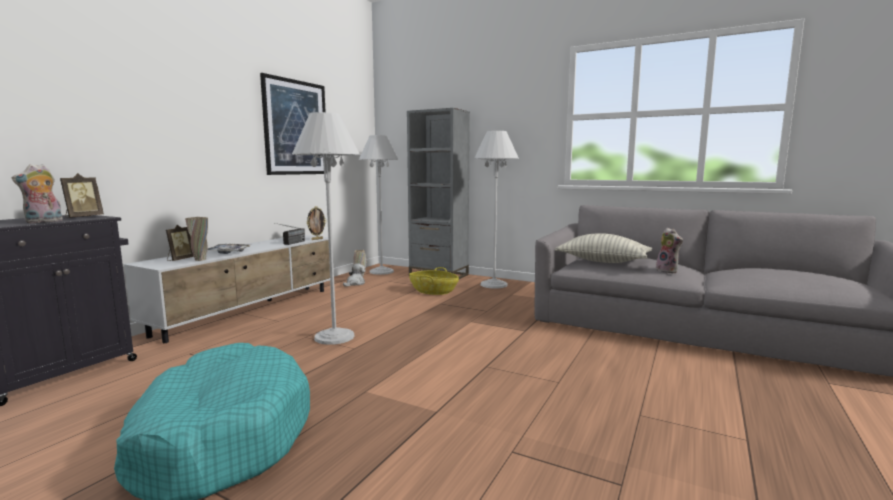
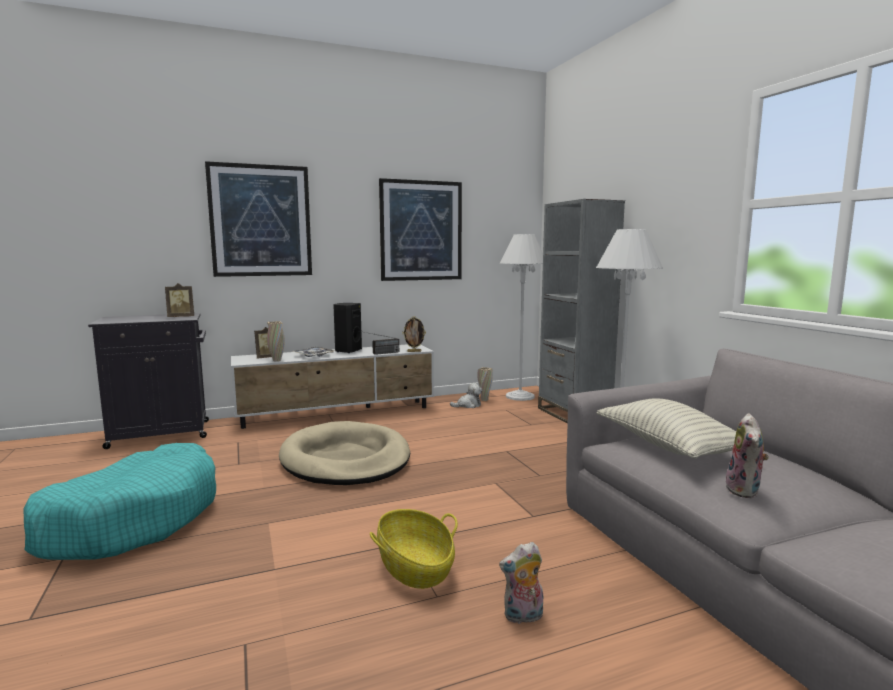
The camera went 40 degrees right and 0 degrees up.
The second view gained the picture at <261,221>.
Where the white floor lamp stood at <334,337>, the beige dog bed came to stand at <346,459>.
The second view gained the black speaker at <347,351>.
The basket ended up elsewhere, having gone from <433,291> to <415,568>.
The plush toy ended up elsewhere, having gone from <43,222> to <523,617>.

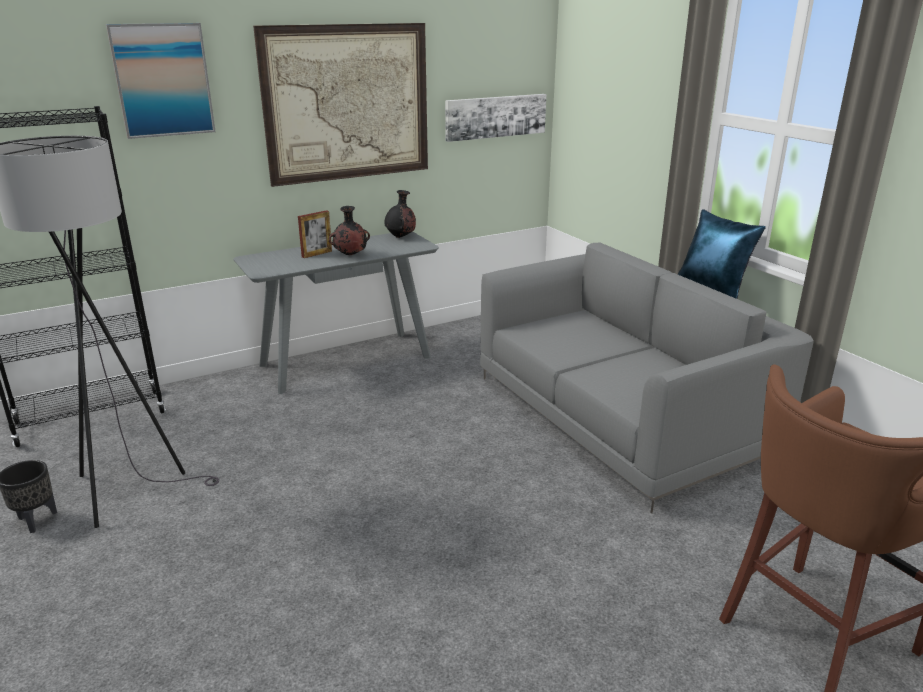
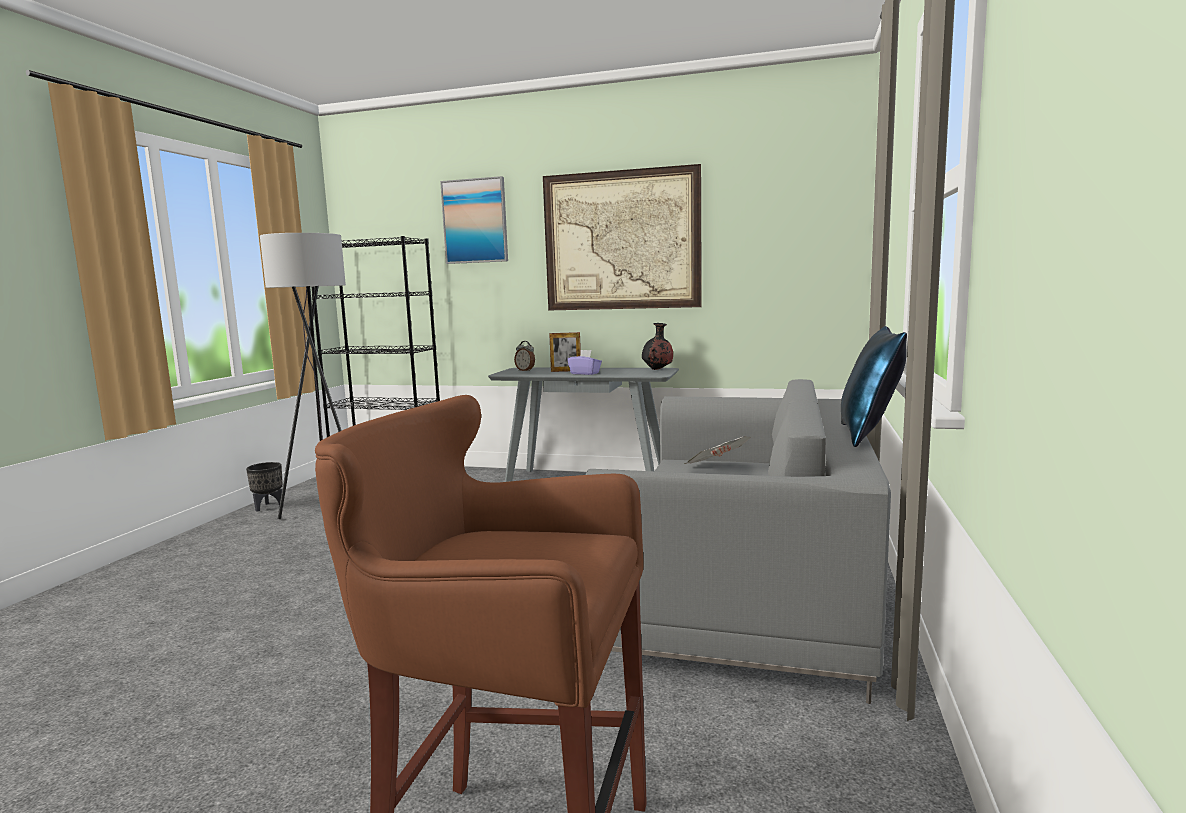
The camera went 45 degrees right and 15 degrees down.
The second view gained the alarm clock at <525,370>.
Where the black vase stood at <350,255>, the purple tissue box came to stand at <585,373>.
The second view gained the newspaper at <716,468>.
The second view lost the picture at <495,116>.

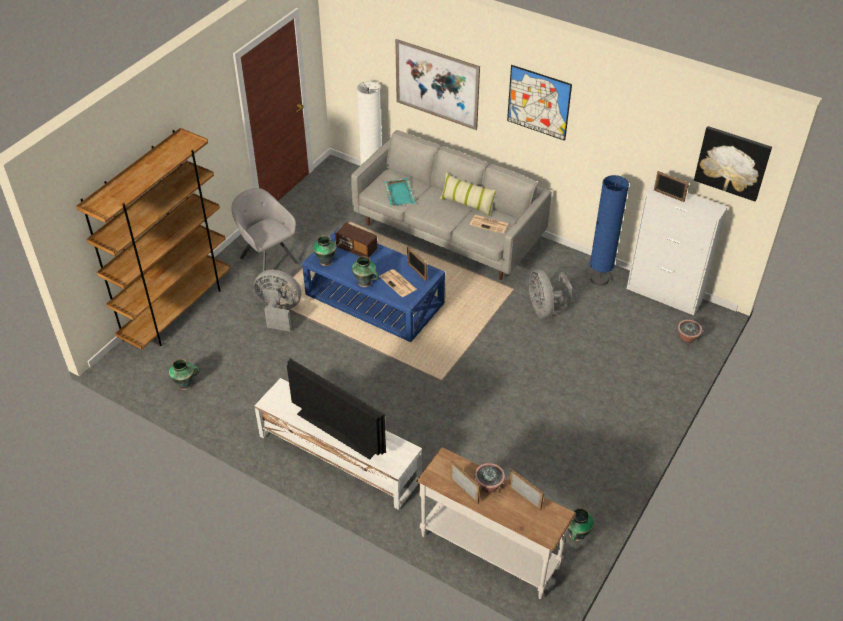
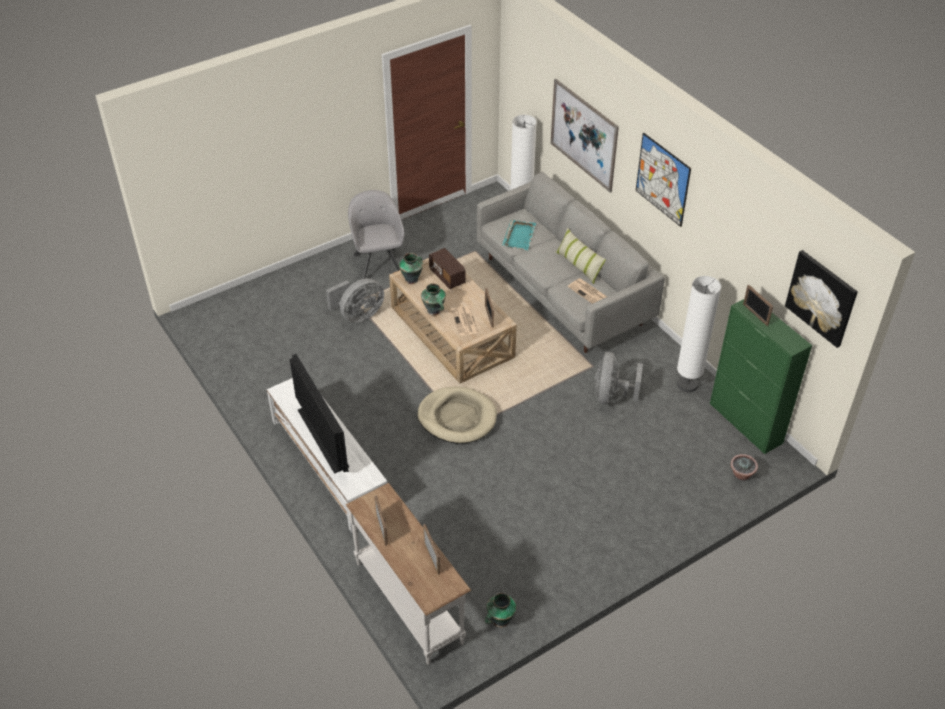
The camera went 25 degrees right and 0 degrees up.
The grey fan at <279,312> ended up facing another way, 105 degrees clockwise from before.
What was the blue coffee table at <375,298> turned into the beige coffee table at <452,331>.
The second view gained the beige dog bed at <457,418>.
What was the blue floor lamp at <599,279> turned into the white floor lamp at <687,385>.
What was the white cabinet at <664,295> turned into the green cabinet at <746,423>.
The second view lost the brown bookcase at <177,310>.
The second view lost the vase at <185,384>.
The second view lost the potted plant at <488,486>.

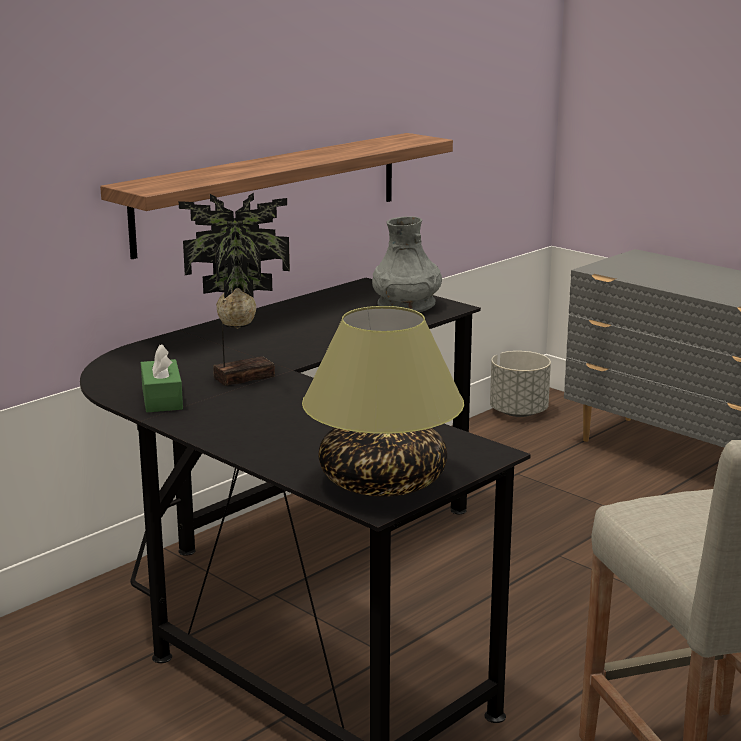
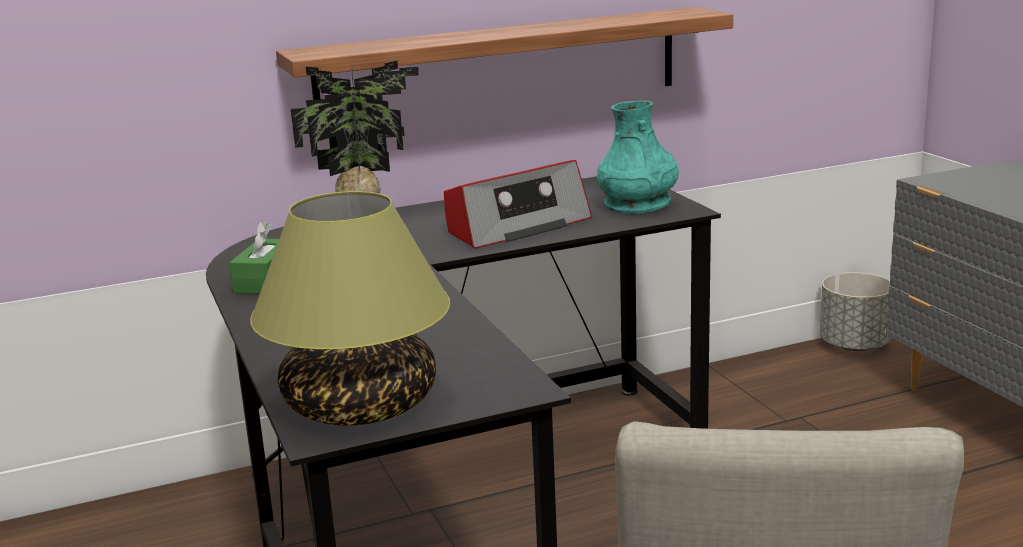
The camera went 25 degrees right and 0 degrees up.
The second view gained the radio at <516,226>.
What was the grey vase at <406,305> turned into the turquoise vase at <637,204>.

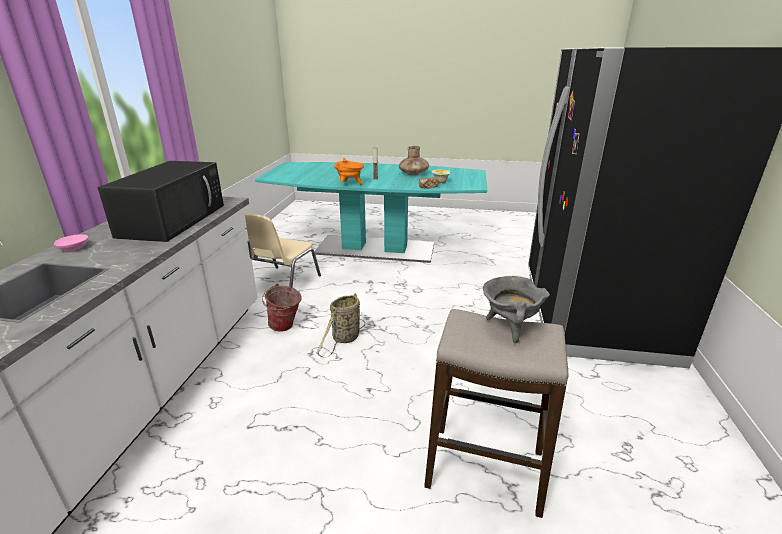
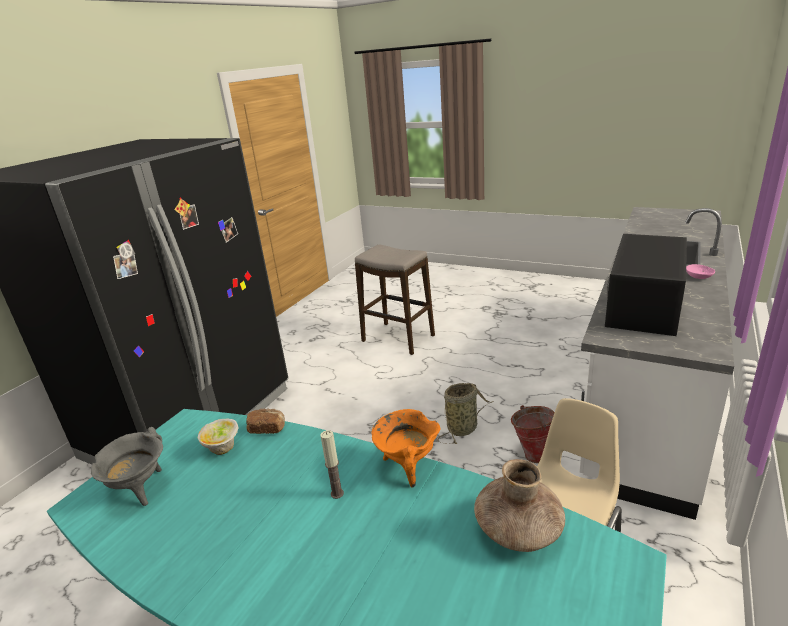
The camera went 160 degrees left and 0 degrees up.
The grey cooking pot ended up elsewhere, having gone from <509,327> to <140,489>.
The brown vase ended up elsewhere, having gone from <413,174> to <518,529>.

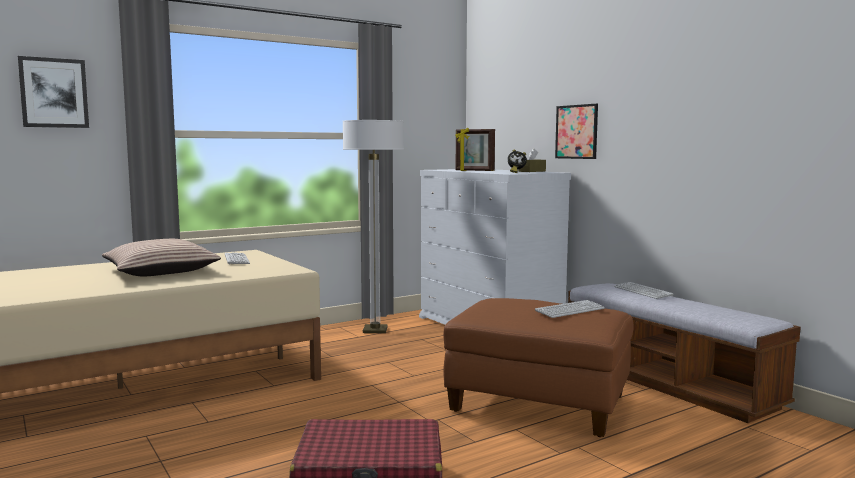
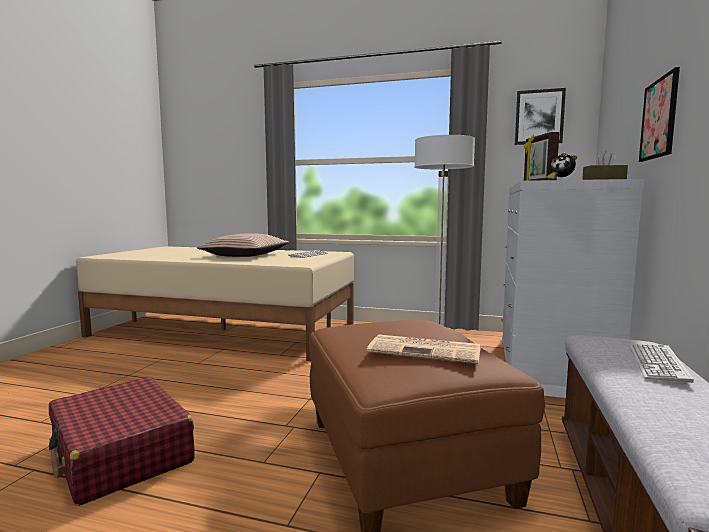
The camera went 50 degrees right and 0 degrees up.
Where the keyboard stood at <570,310>, the newspaper came to stand at <426,350>.
The picture ended up elsewhere, having gone from <54,93> to <539,117>.

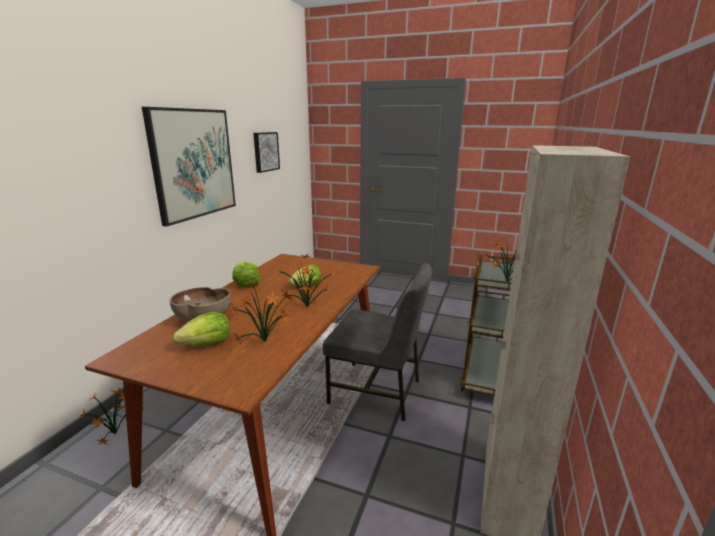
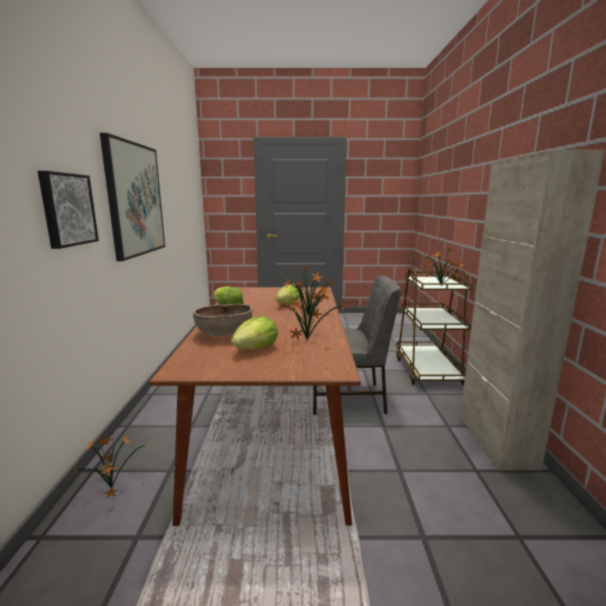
The camera went 20 degrees left and 5 degrees down.
The picture ended up elsewhere, having gone from <265,151> to <67,209>.

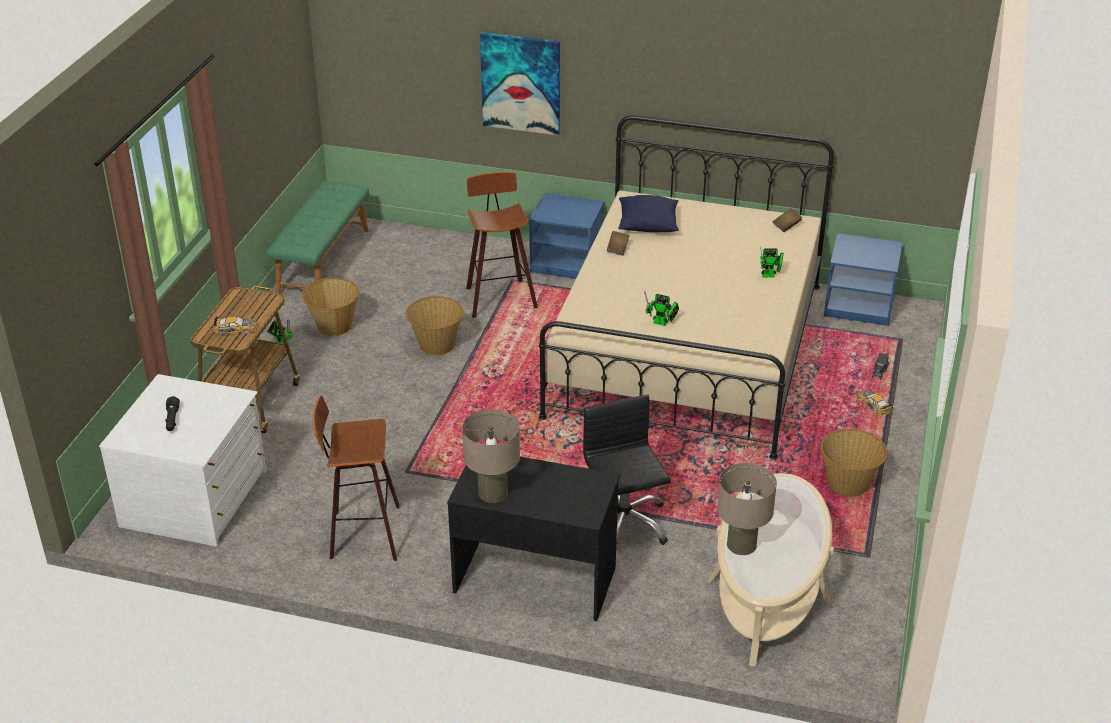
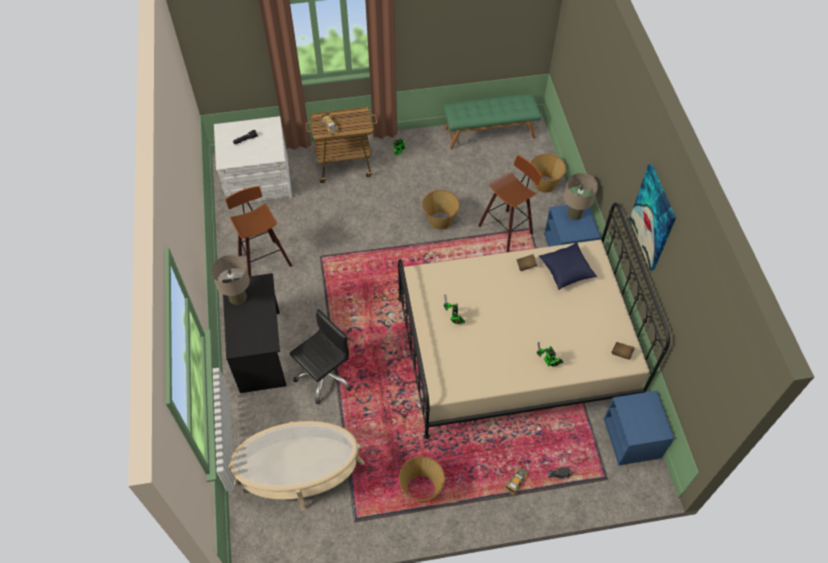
The camera went 65 degrees right and 20 degrees up.
The basket ended up elsewhere, having gone from <333,326> to <544,184>.
The beige table lamp ended up elsewhere, having gone from <741,545> to <574,213>.
The picture ended up elsewhere, having gone from <521,83> to <653,218>.

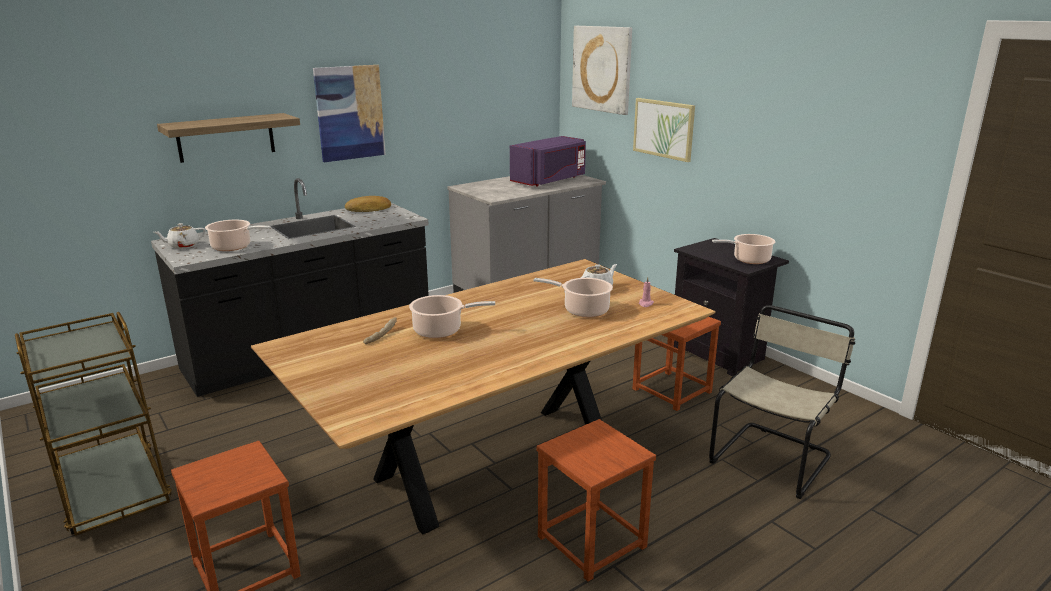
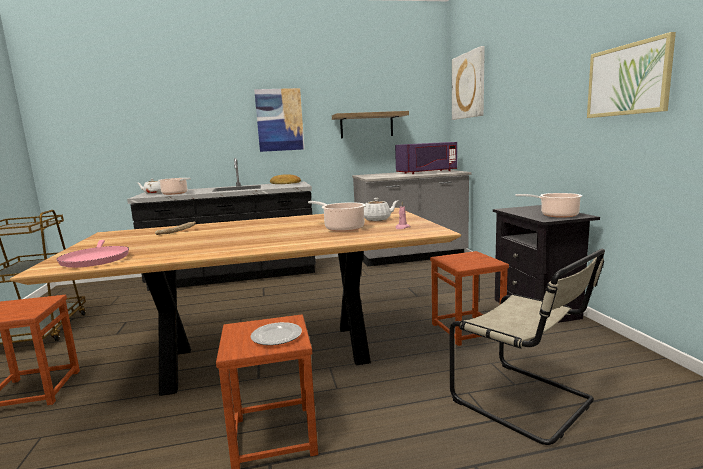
The camera went 25 degrees right and 10 degrees down.
The second view gained the pink frying pan at <95,259>.
The second view gained the plate at <277,336>.
The shelf ended up elsewhere, having gone from <226,137> to <366,125>.
The beige chair at <772,457> ended up facing another way, 75 degrees clockwise from before.
The picture ended up elsewhere, having gone from <664,129> to <628,80>.
The second view lost the cooking pot at <441,330>.

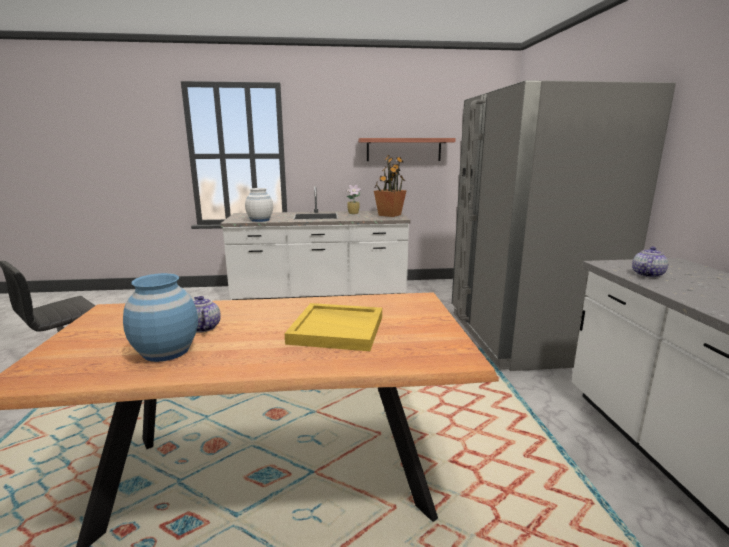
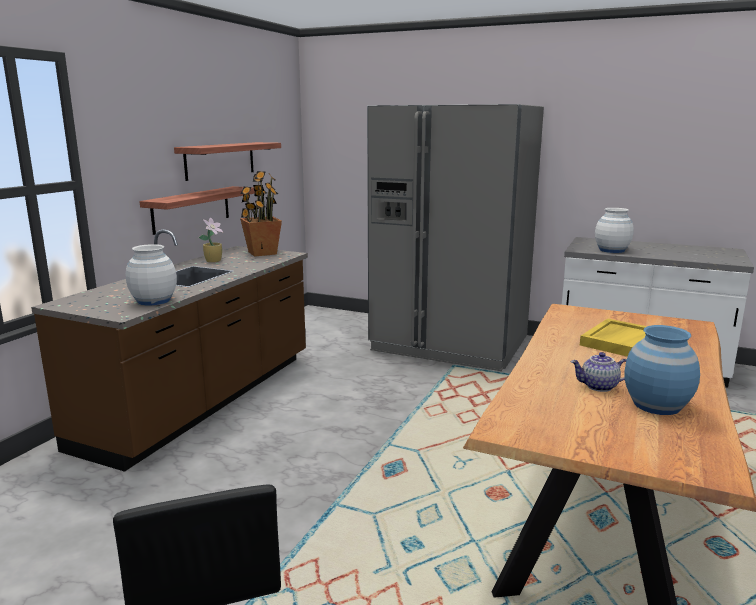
The camera went 60 degrees left and 0 degrees up.
What was the white counter at <320,296> turned into the brown counter at <203,399>.
The second view gained the shelf at <191,209>.
Where the teapot stood at <647,274>, the white vase came to stand at <612,250>.

